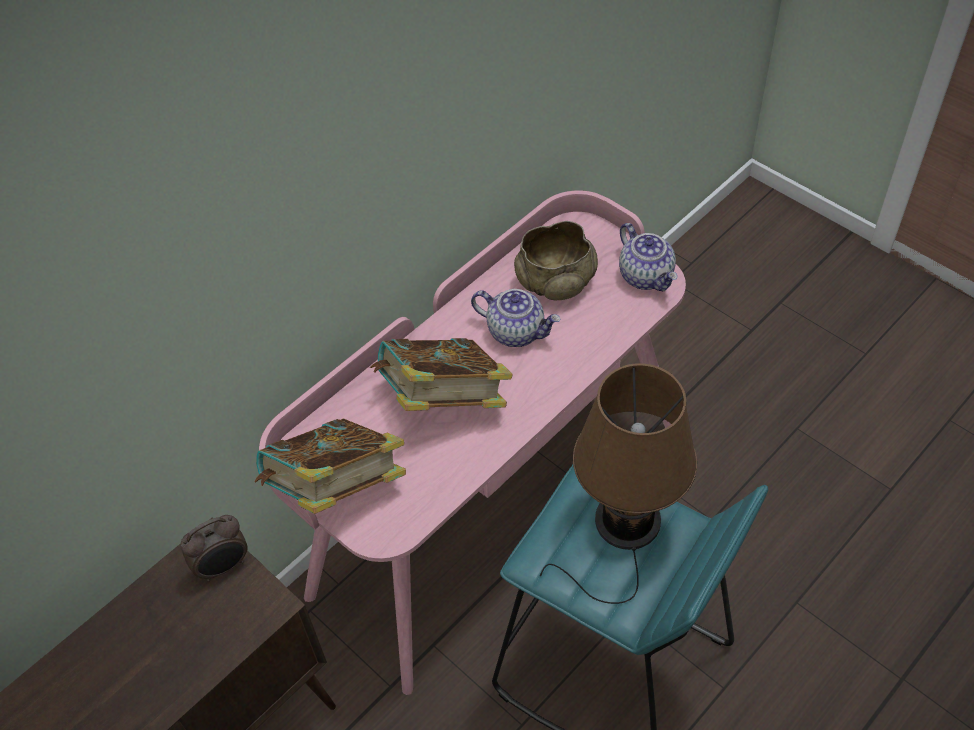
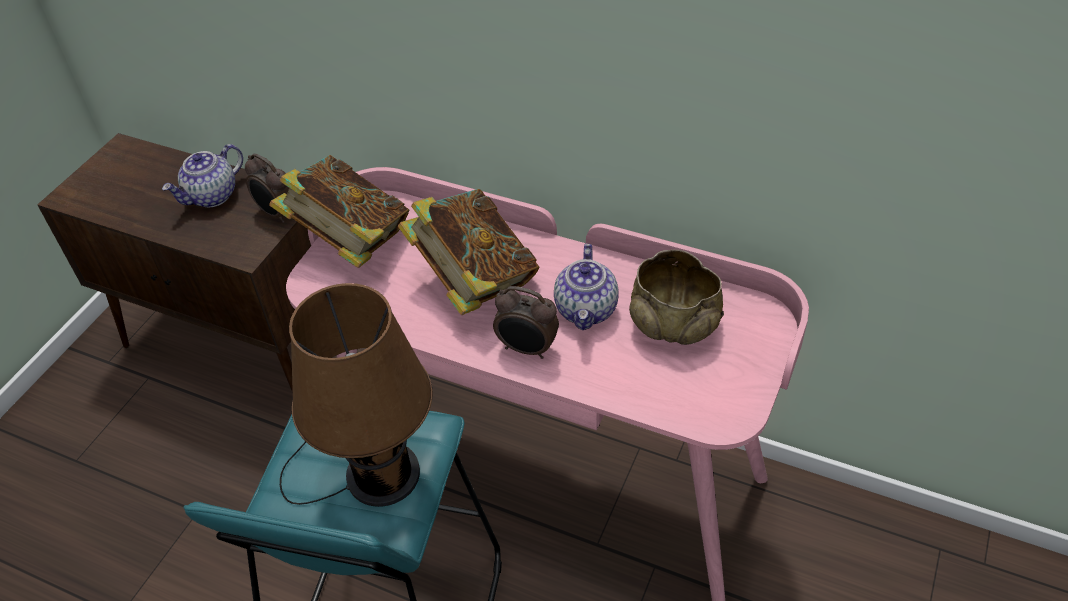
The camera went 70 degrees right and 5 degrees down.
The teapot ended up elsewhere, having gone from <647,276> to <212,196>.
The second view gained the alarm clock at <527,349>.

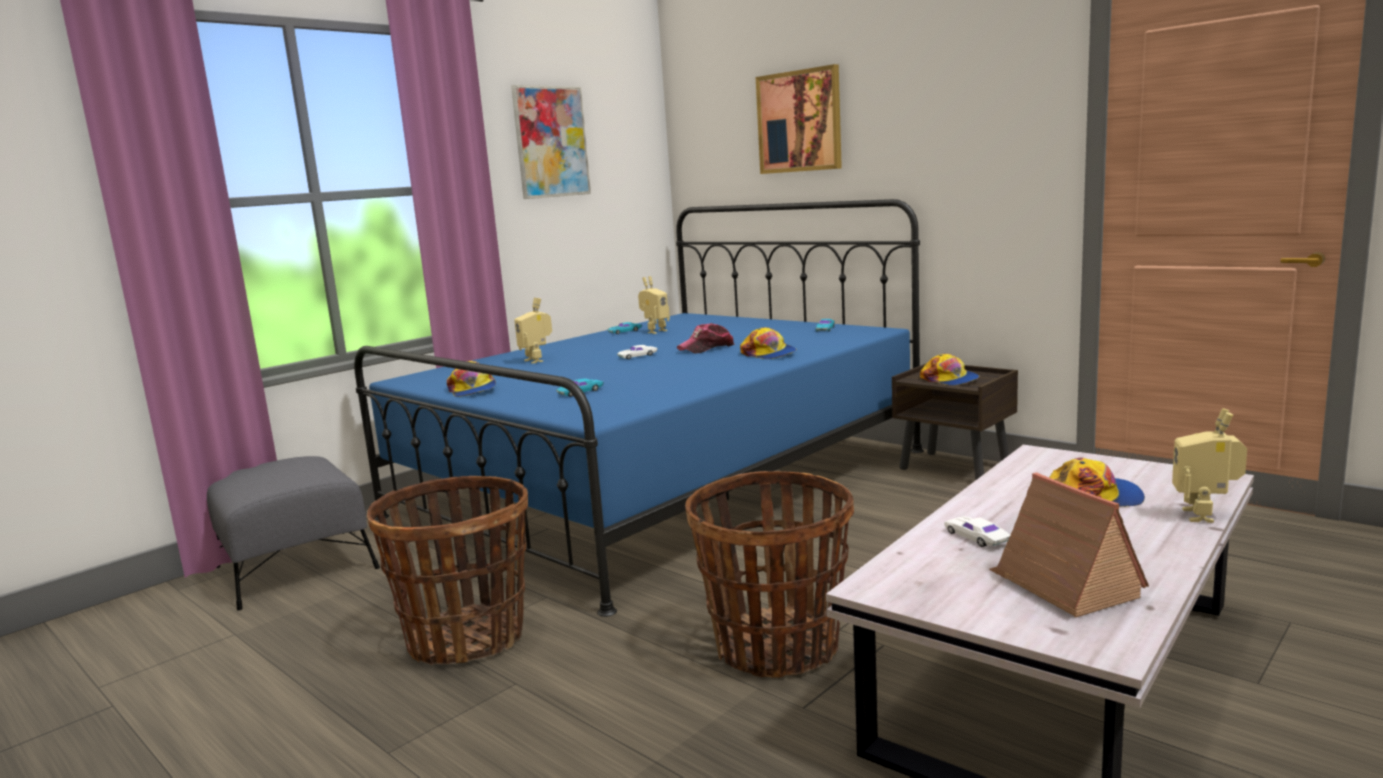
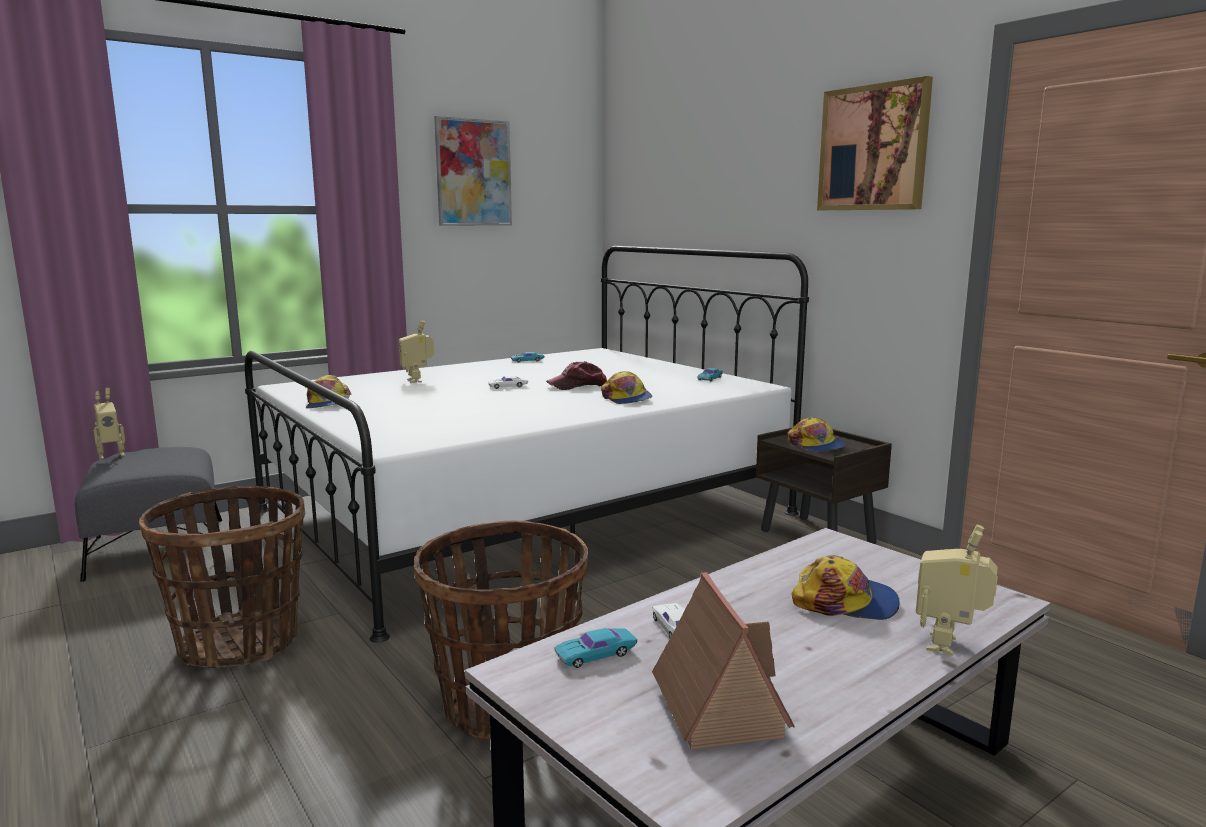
The camera went 10 degrees right and 0 degrees up.
The toy robot ended up elsewhere, having gone from <655,331> to <111,455>.
What was the blue bed at <661,482> turned into the white bed at <525,511>.
The turquoise toy car ended up elsewhere, having gone from <580,392> to <595,654>.
The picture ended up elsewhere, having gone from <799,121> to <873,148>.

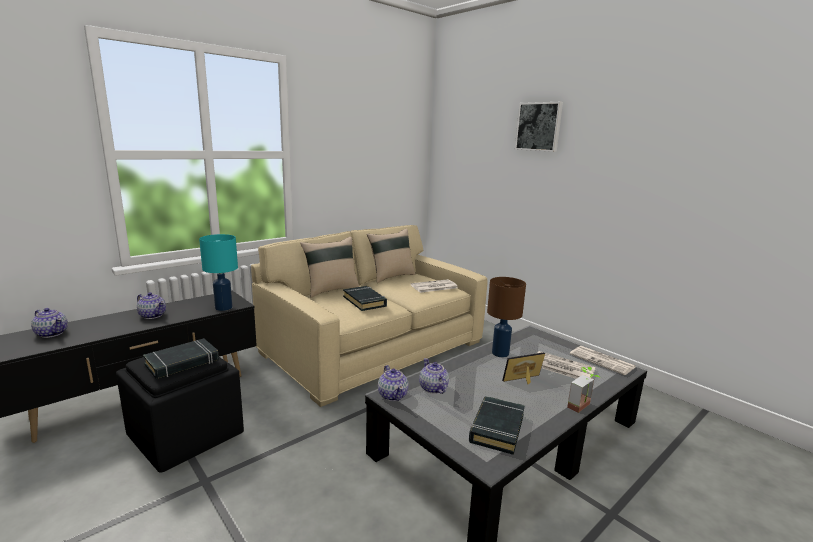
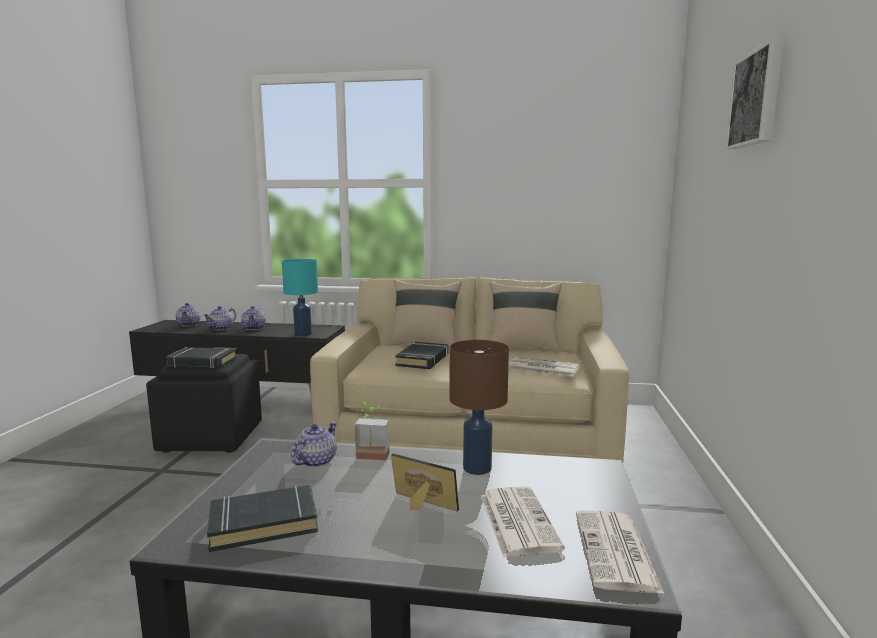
The camera went 50 degrees right and 5 degrees down.
The teapot ended up elsewhere, having gone from <393,395> to <221,328>.
The potted plant ended up elsewhere, having gone from <583,408> to <371,459>.

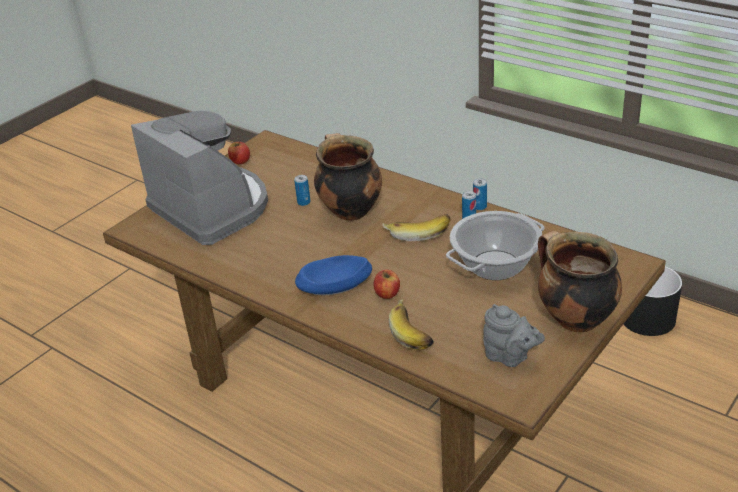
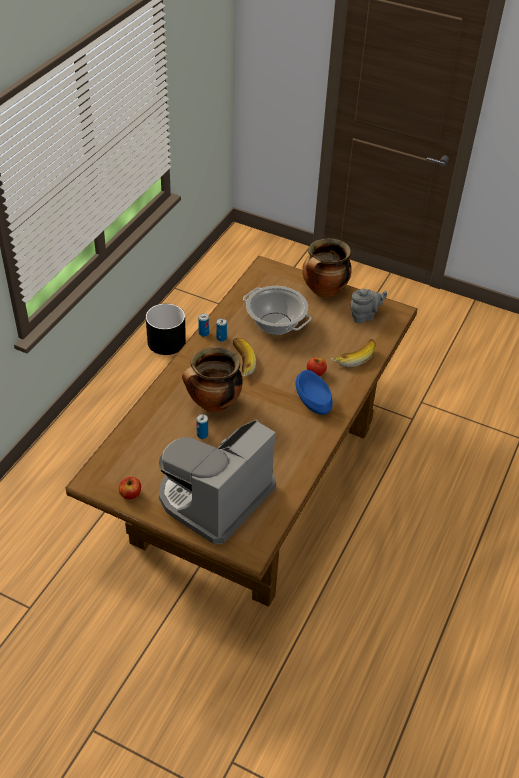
The camera went 105 degrees left and 10 degrees up.
The grey teapot at <509,357> ended up facing another way, 45 degrees clockwise from before.

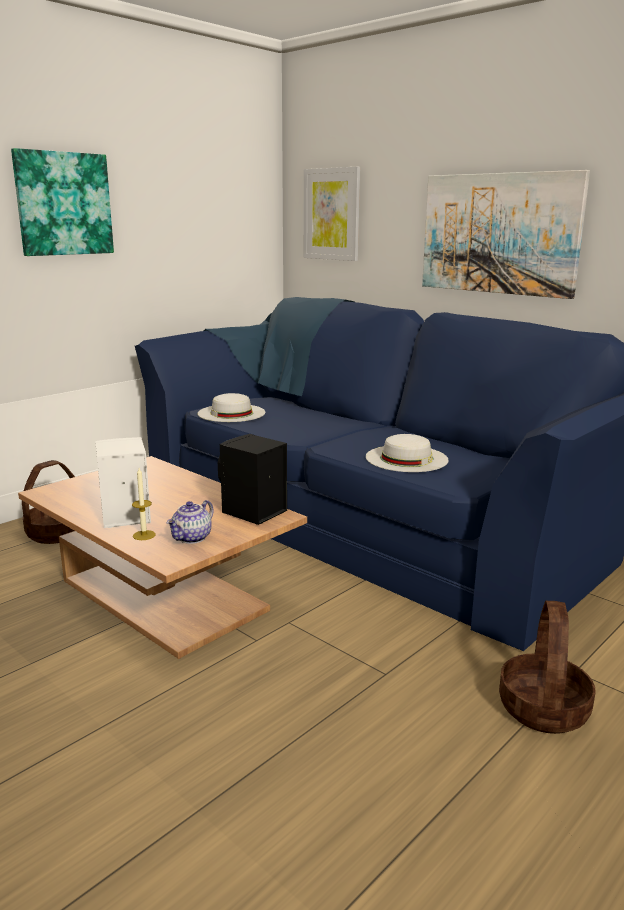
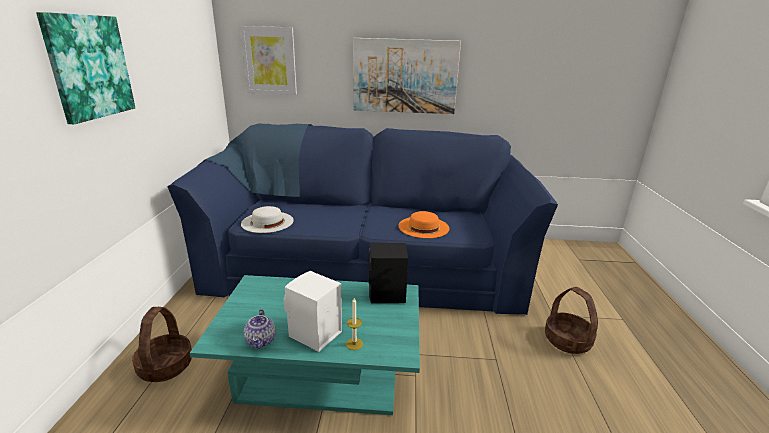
The camera went 40 degrees left and 5 degrees up.
What was the brown coffee table at <163,595> turned into the turquoise coffee table at <321,375>.
The teapot ended up elsewhere, having gone from <192,538> to <261,341>.
What was the white hat at <406,458> turned into the orange hat at <423,227>.

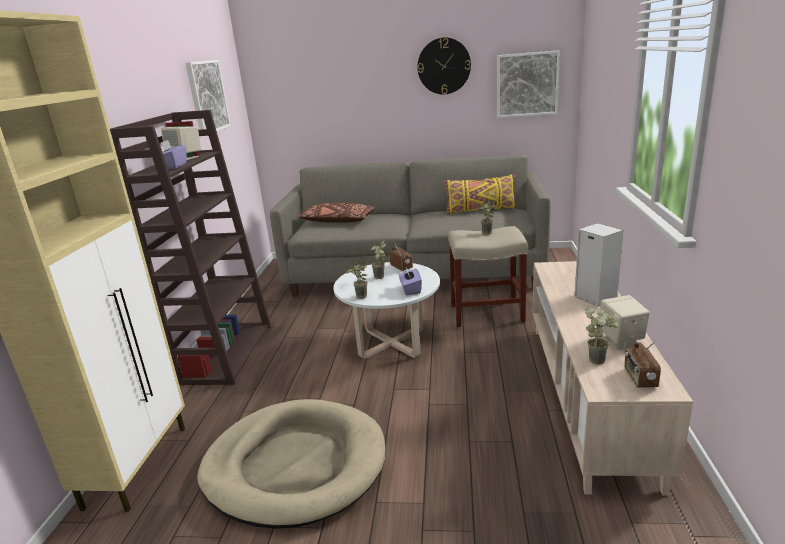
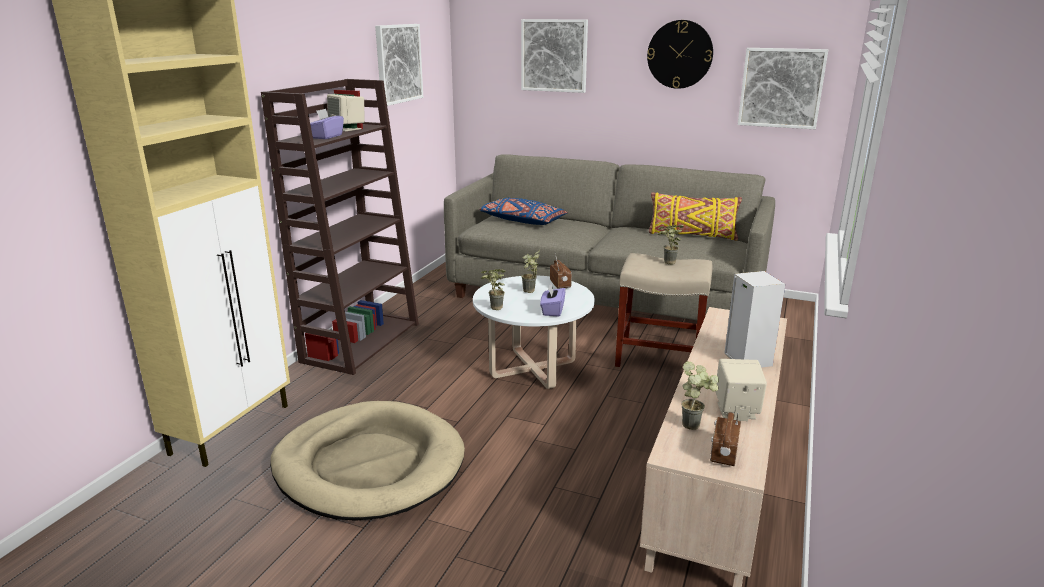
The camera went 15 degrees right and 0 degrees up.
What was the brown pillow at <337,221> turned into the blue pillow at <522,220>.
The second view gained the picture at <554,55>.

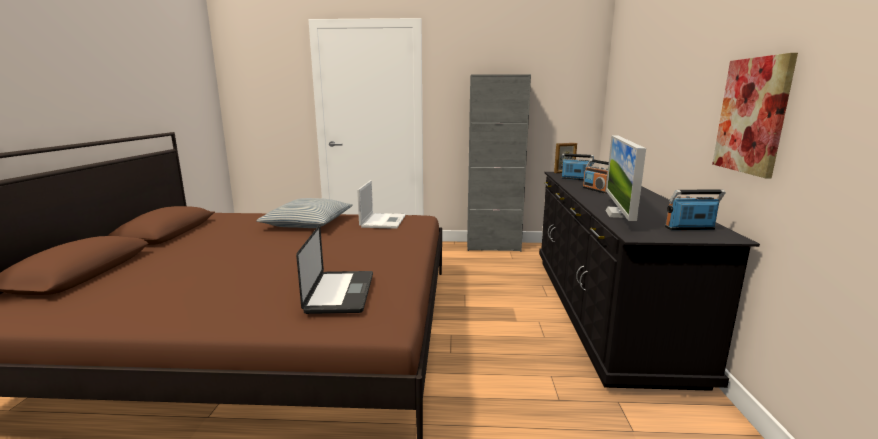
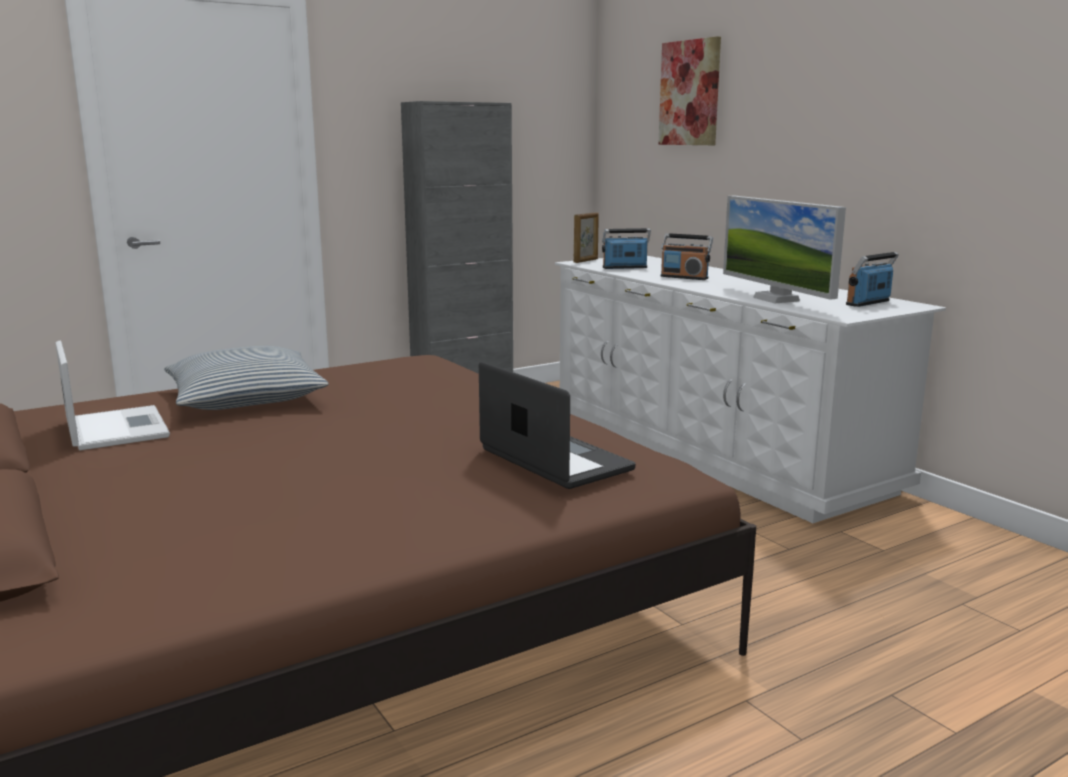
The camera went 35 degrees left and 0 degrees up.
The laptop ended up elsewhere, having gone from <383,221> to <116,428>.
What was the black dresser at <603,309> turned into the white dresser at <711,449>.
The picture ended up elsewhere, having gone from <752,115> to <690,93>.

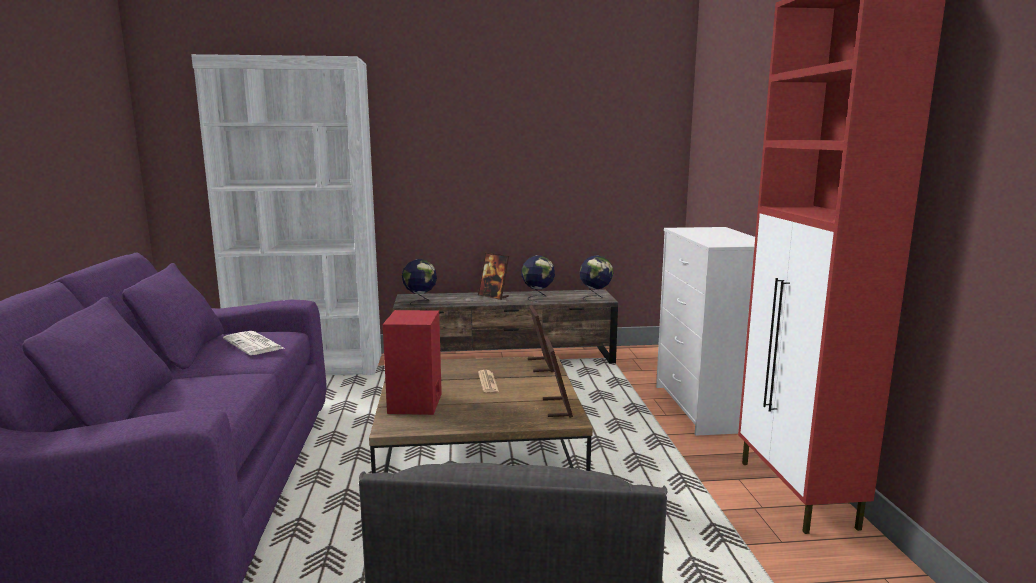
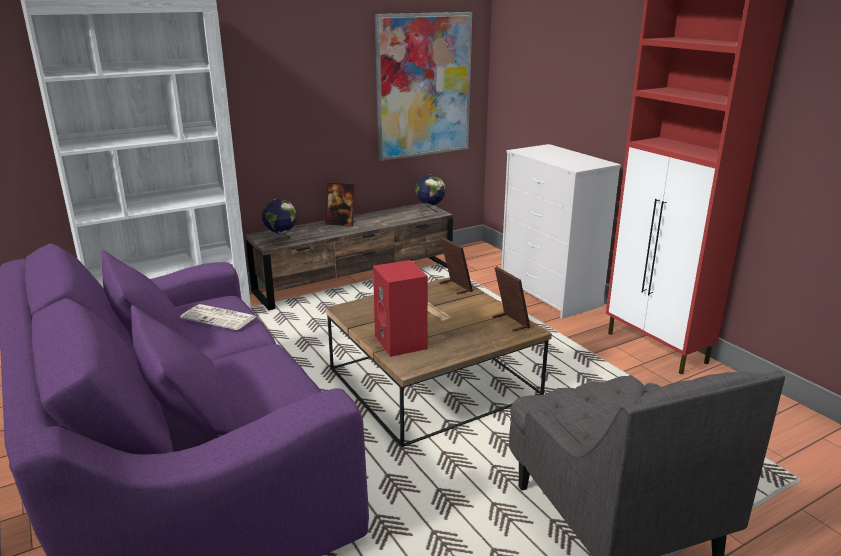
The camera went 25 degrees left and 10 degrees up.
The second view gained the picture at <424,86>.
The second view lost the globe at <537,297>.

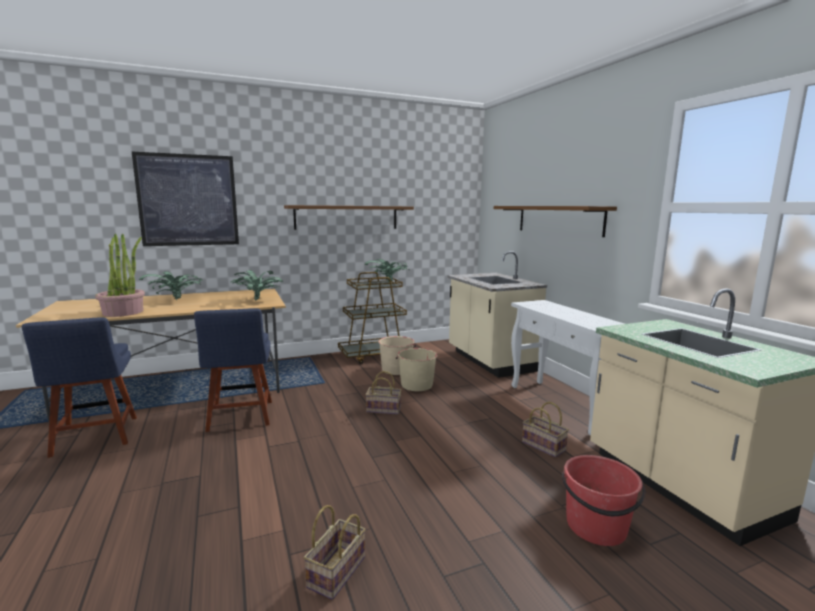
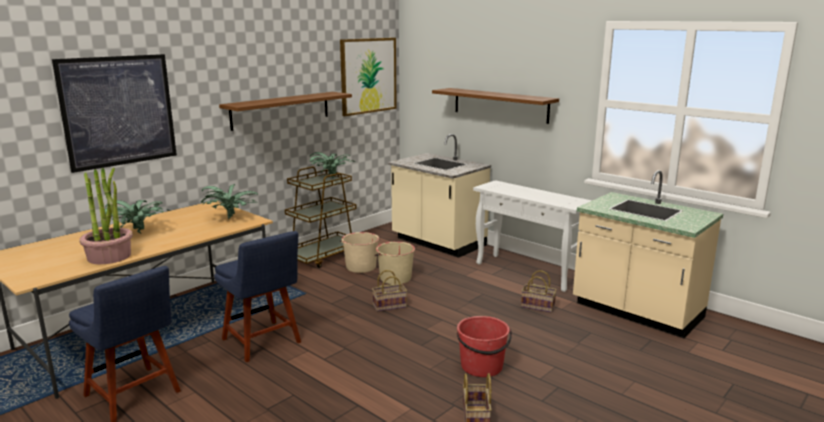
The camera went 25 degrees left and 5 degrees up.
The second view gained the picture at <368,75>.
The red bucket ended up elsewhere, having gone from <596,527> to <482,366>.

